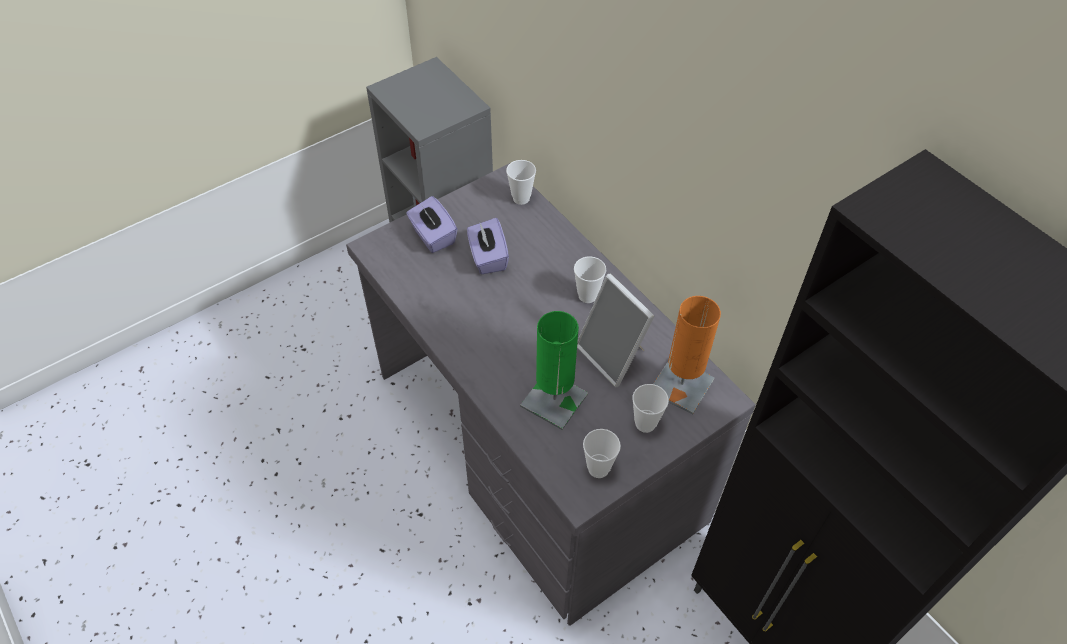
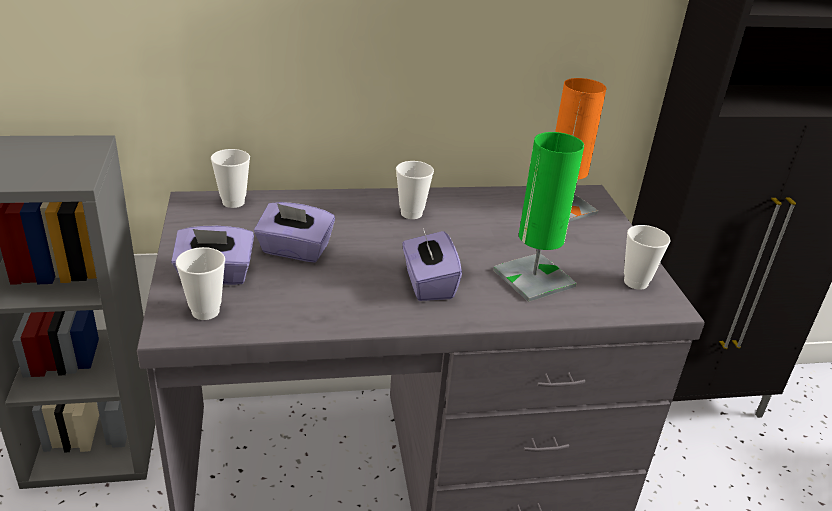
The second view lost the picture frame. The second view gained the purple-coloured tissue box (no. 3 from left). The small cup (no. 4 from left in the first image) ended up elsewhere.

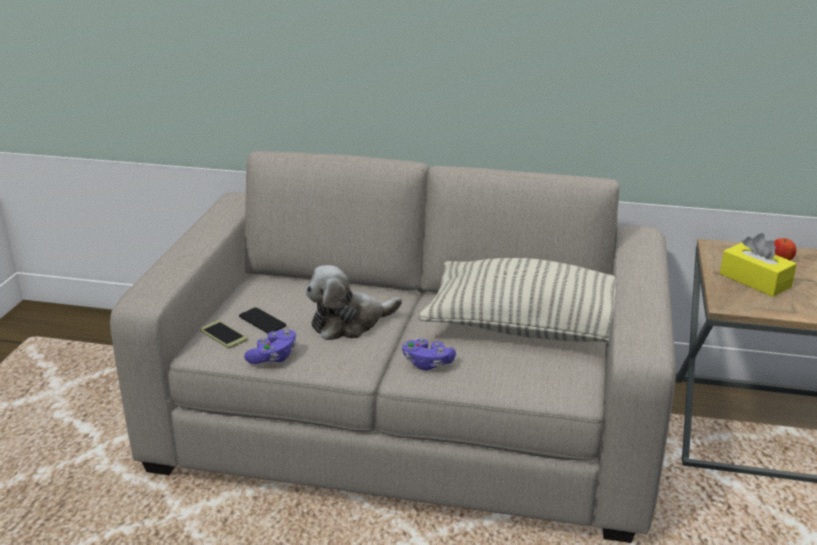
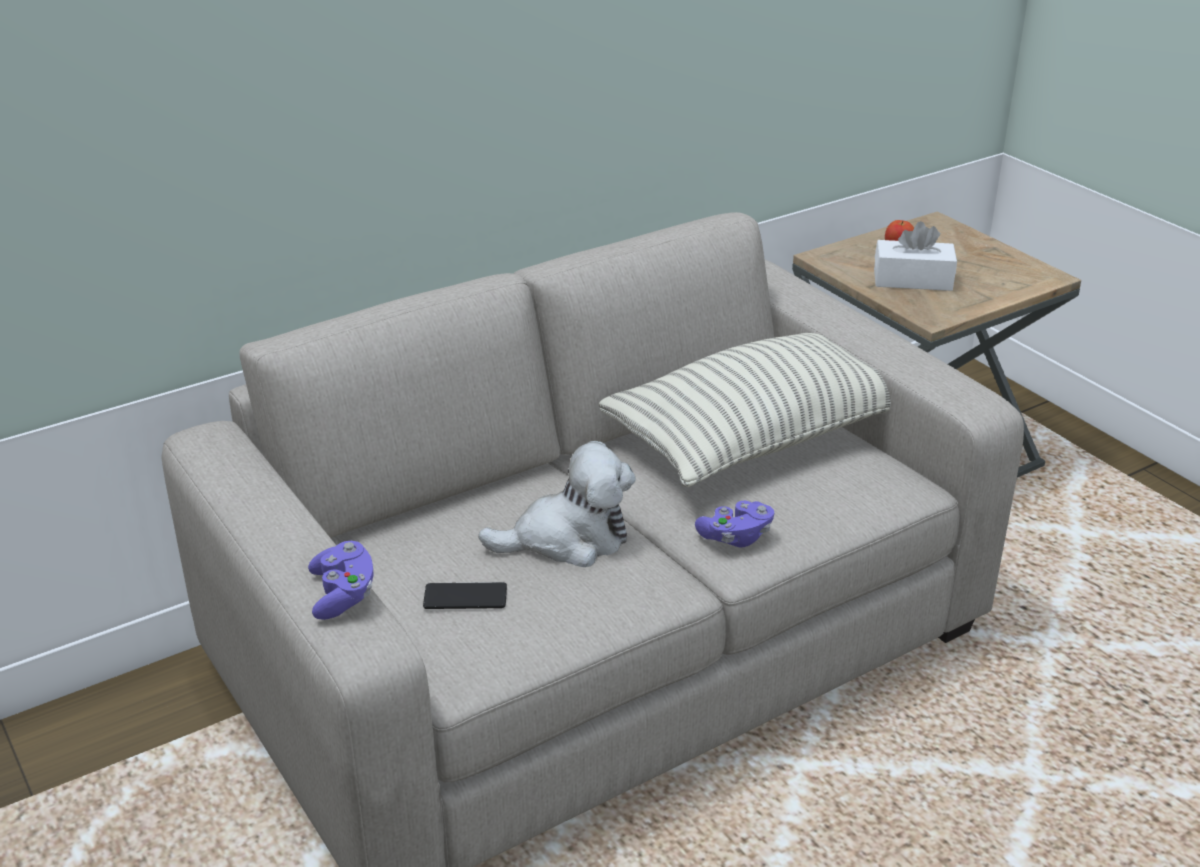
The second view lost the handset (no. 1 from left). The purple-coloured game controller (no. 1 from left) ended up elsewhere. What was the yellow tissue box turned into the whitish tissue box. The plush toy ended up facing another way, 120 degrees counterclockwise from before.

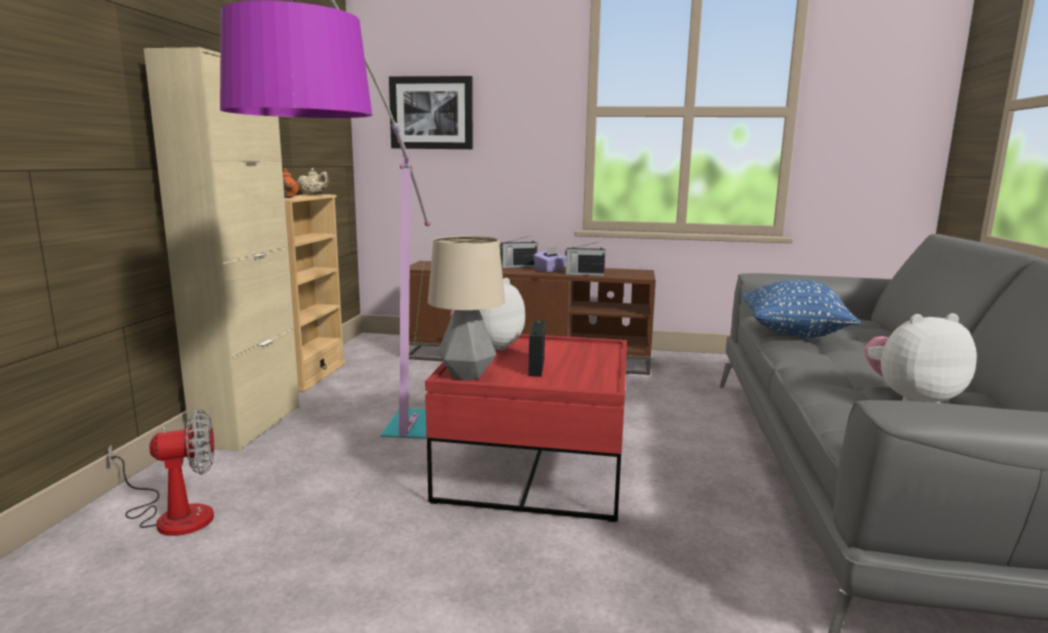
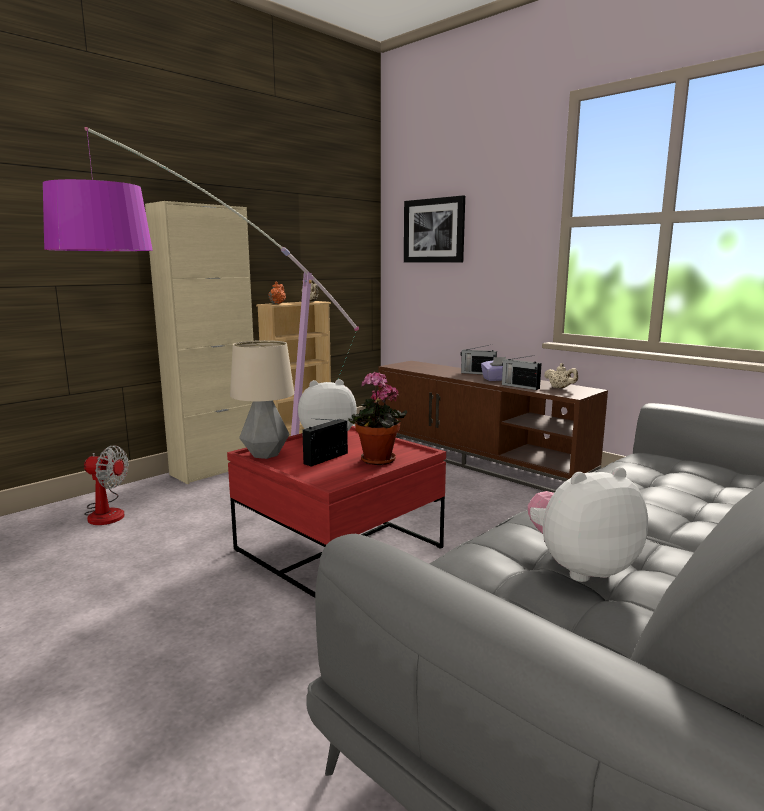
The second view lost the bluish throw pillow. The second view gained the potted plant. The second view gained the beige teapot (no. 2 from left). The plush toy (no. 2 from left) ended up facing another way, 45 degrees counterclockwise from before.

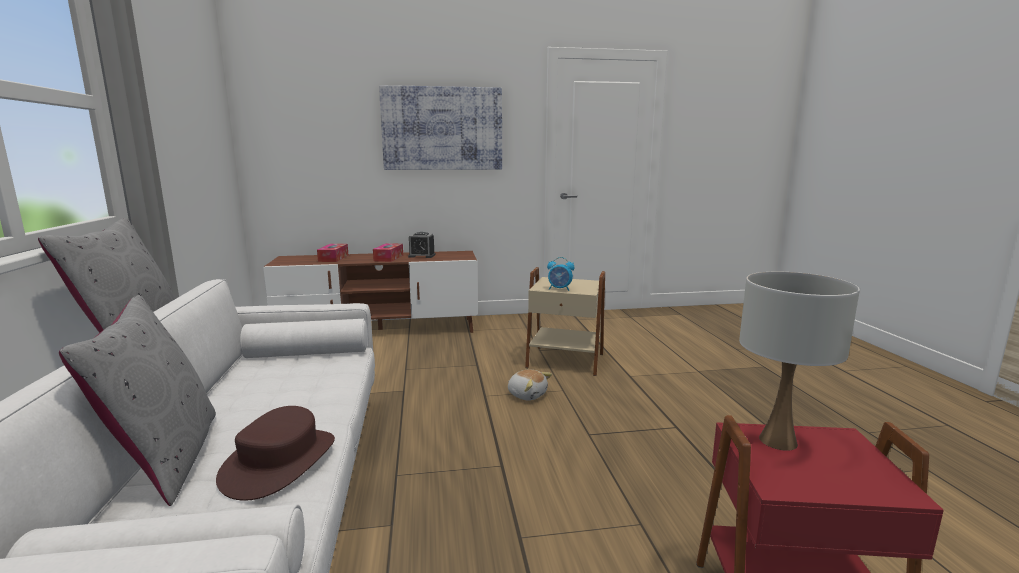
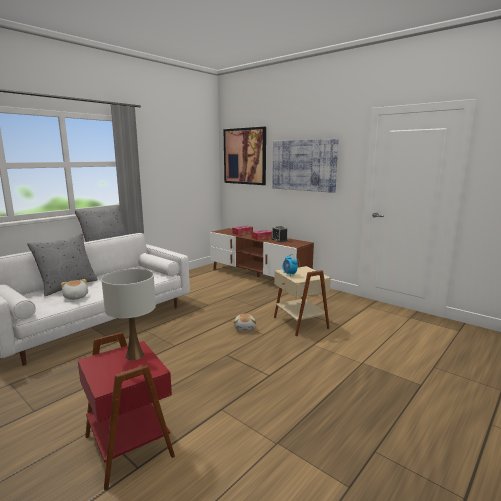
The second view gained the wall art (no. 1 from left). Where the brownish clothing hat stood, the plush toy (no. 1 from left) came to stand.

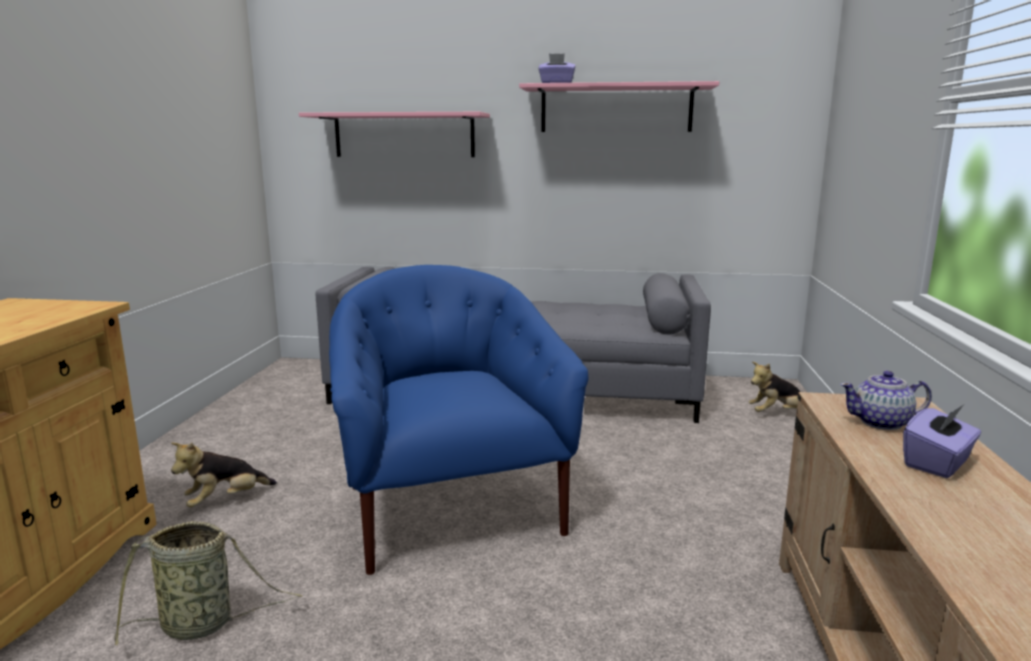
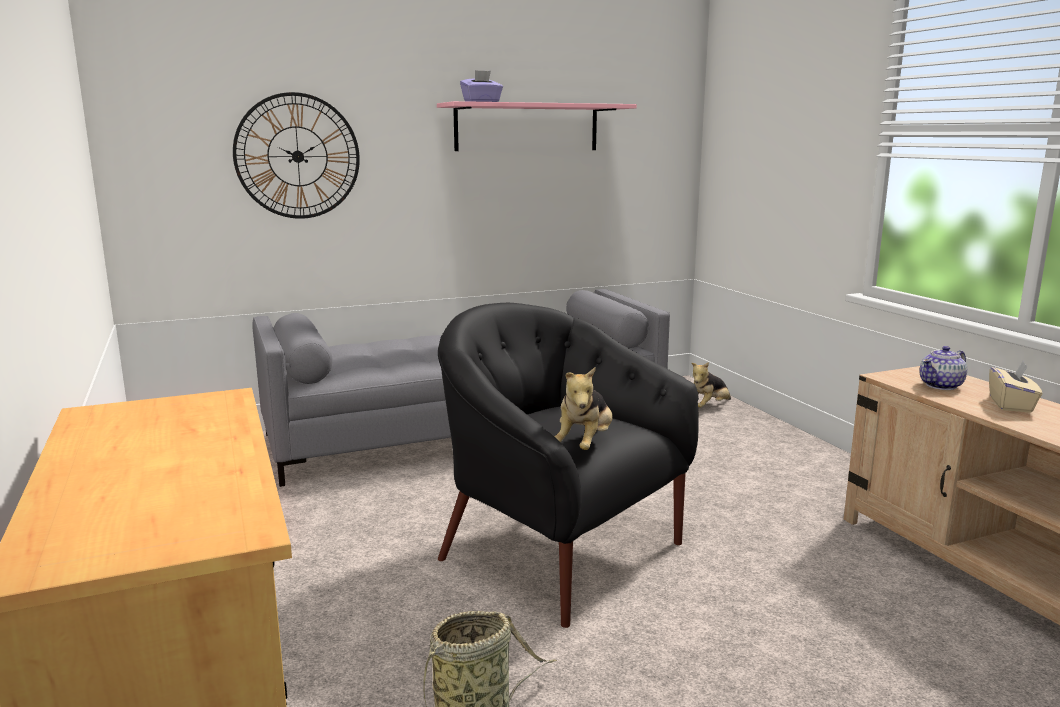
The plush toy (no. 1 from left) ended up elsewhere. Where the pinkish bracket shelf (no. 1 from left) hung, the clock on the wall came to hang. What was the bluish easy chair turned into the black-coloured easy chair. What was the purple-coloured tissue box (no. 2 from left) turned into the beige tissue box.

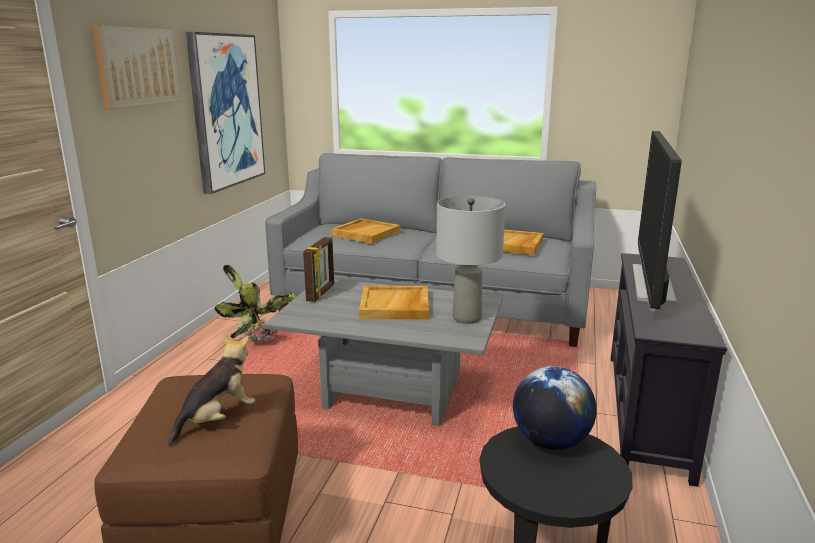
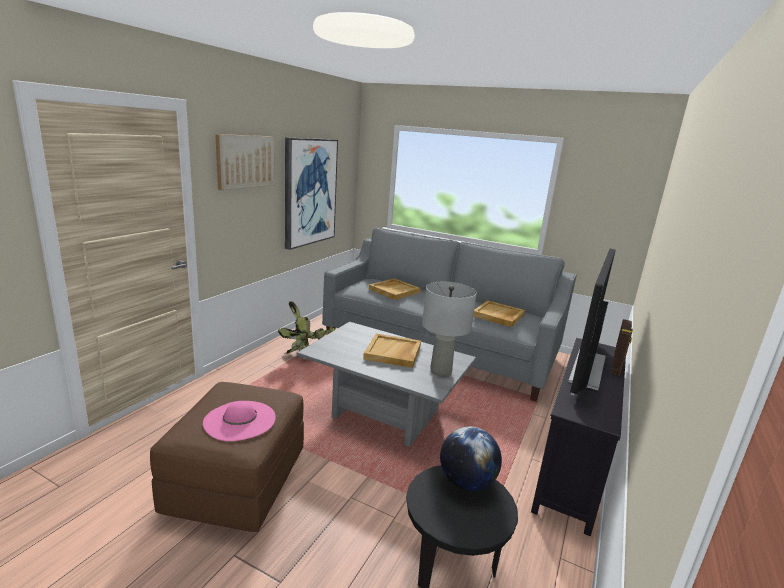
The picture frame ended up elsewhere. Where the plush toy stood, the pinkish clothing hat came to stand.

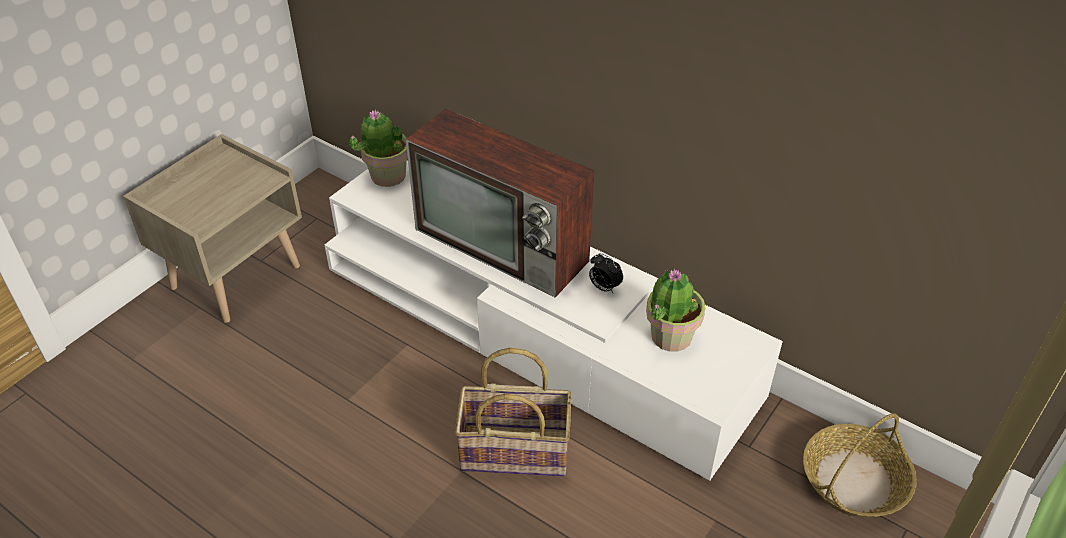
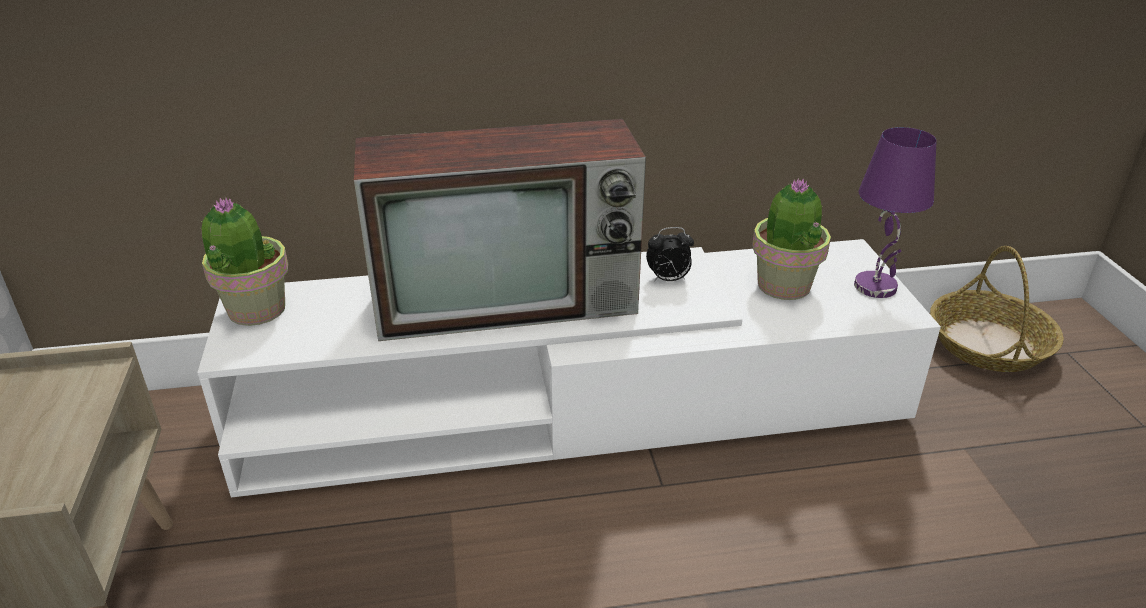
The second view lost the storage basket (no. 1 from left). The second view gained the purple-coloured tabletop lamp.

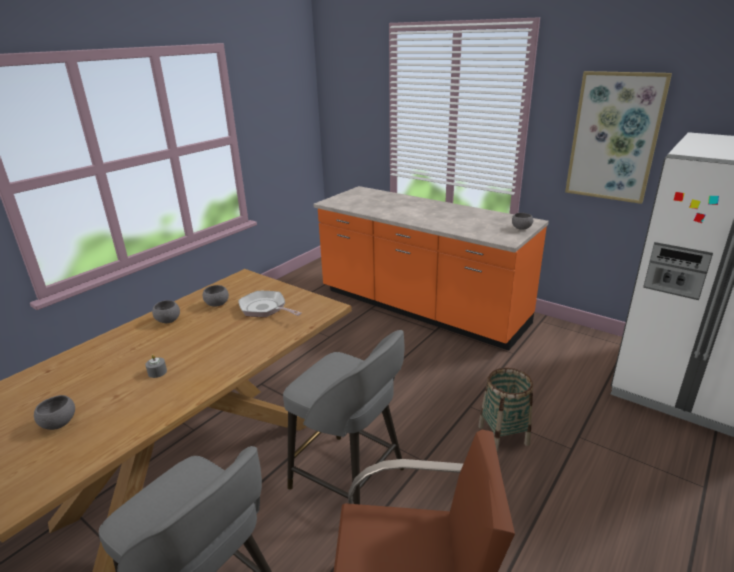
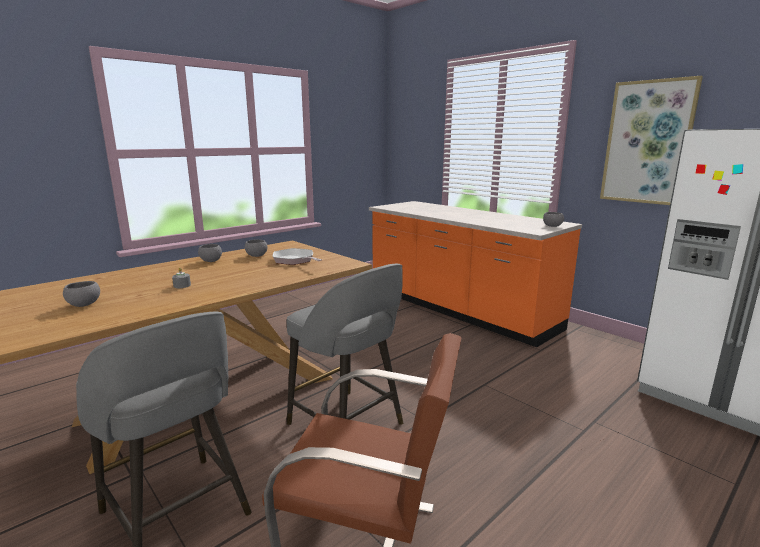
The second view lost the storage basket.

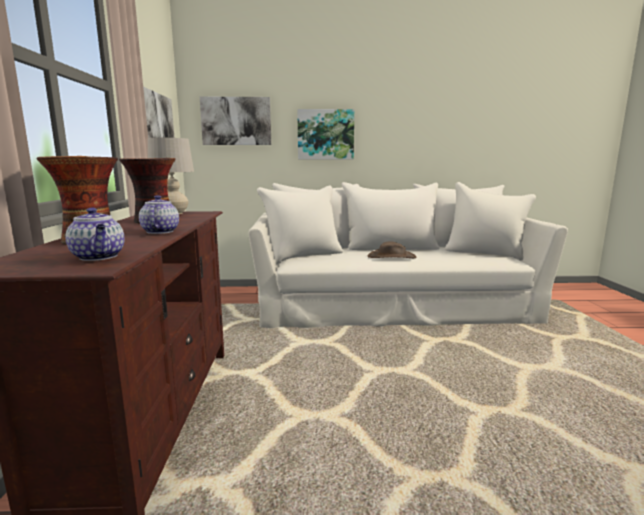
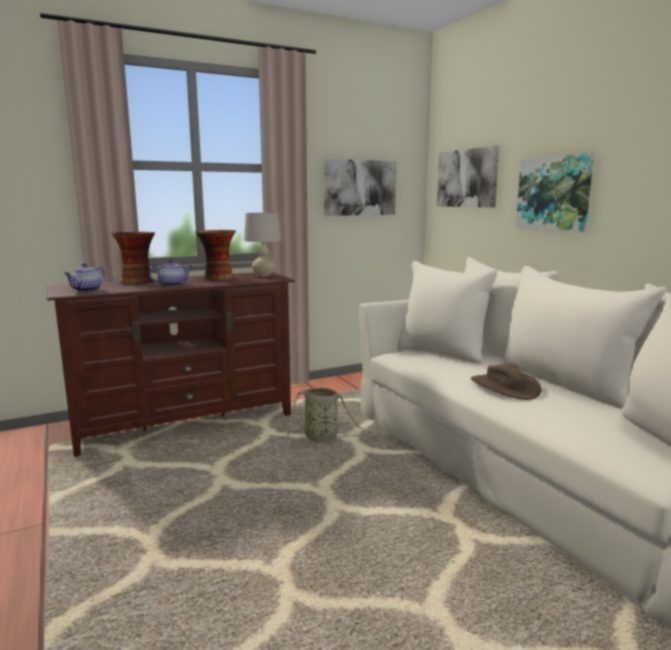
The second view gained the storage basket.

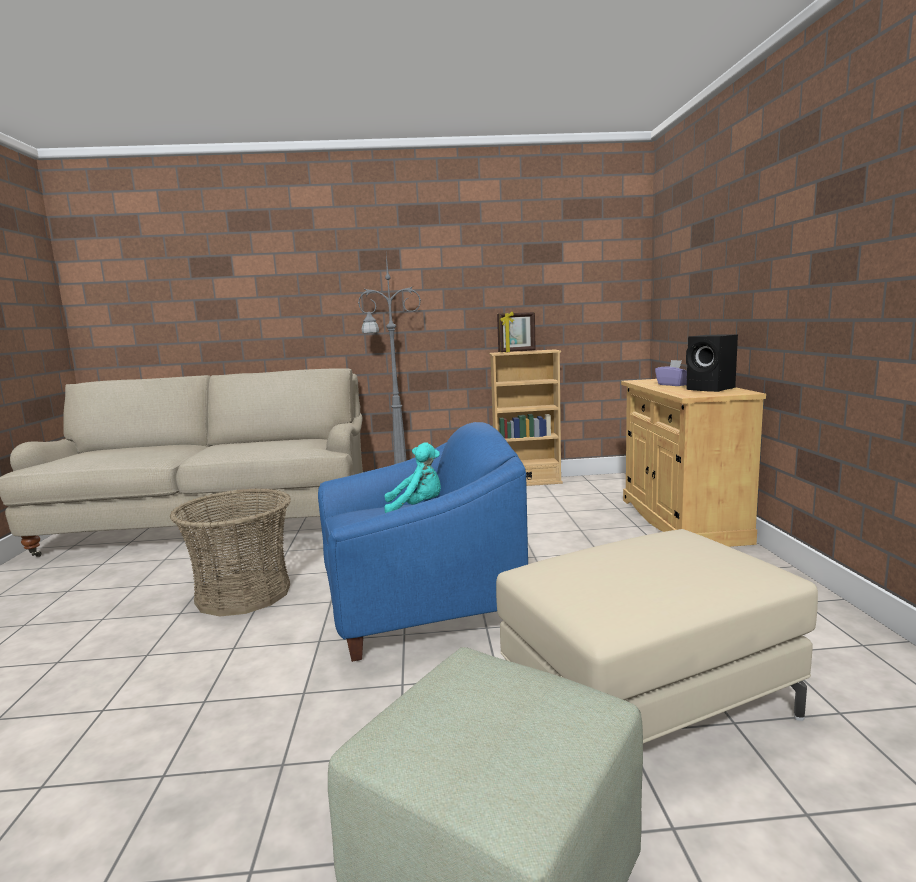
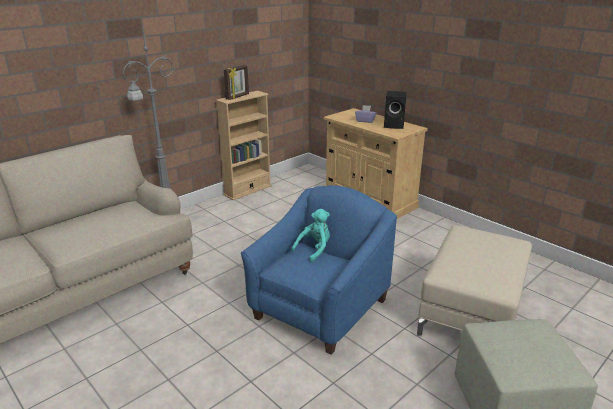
The second view lost the storage basket.

